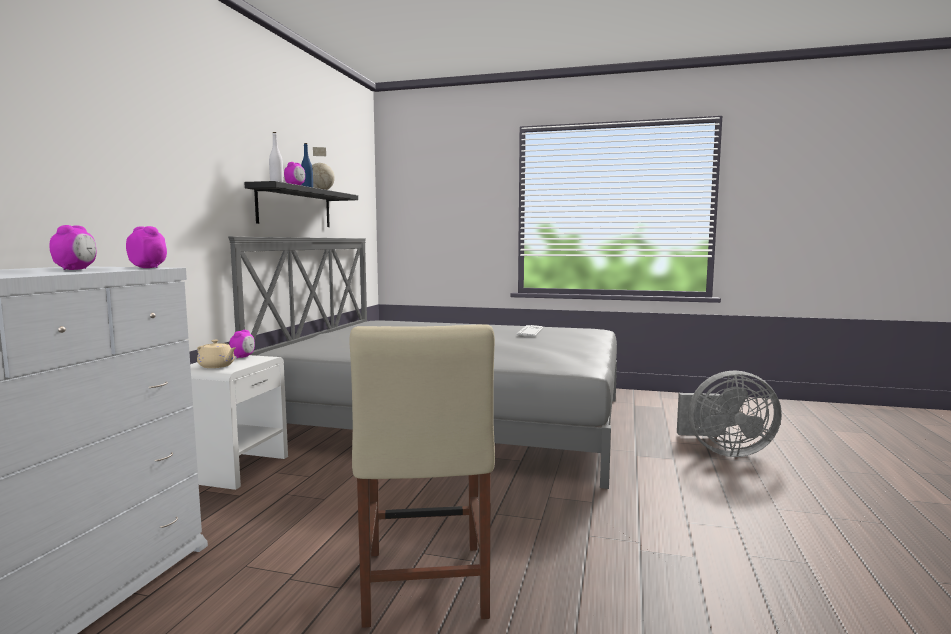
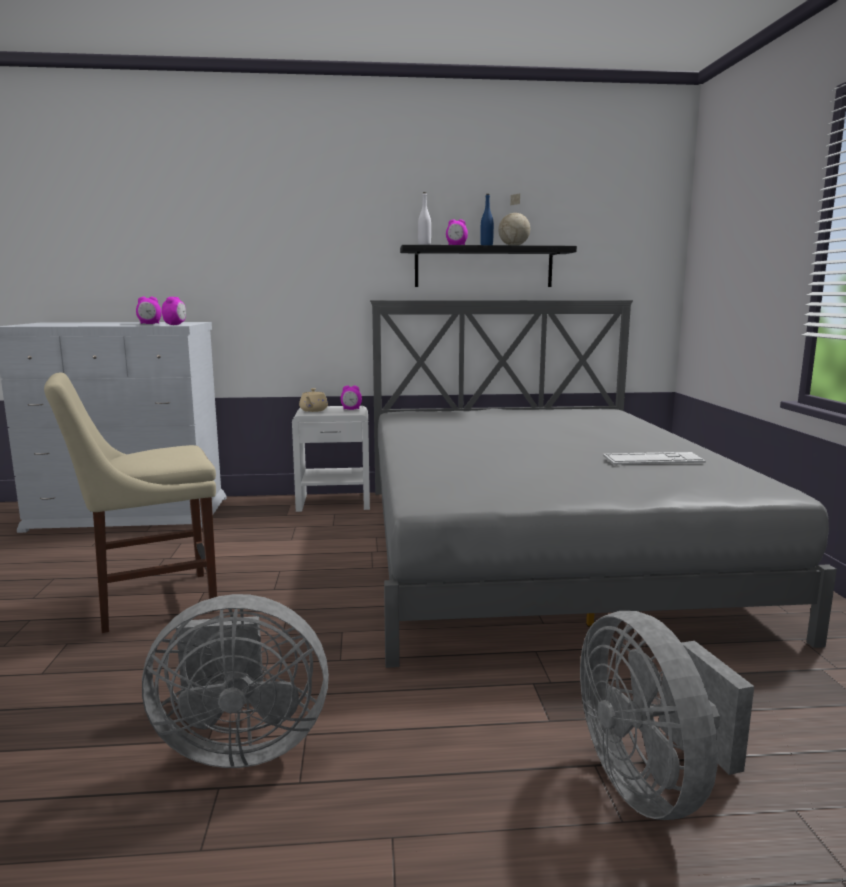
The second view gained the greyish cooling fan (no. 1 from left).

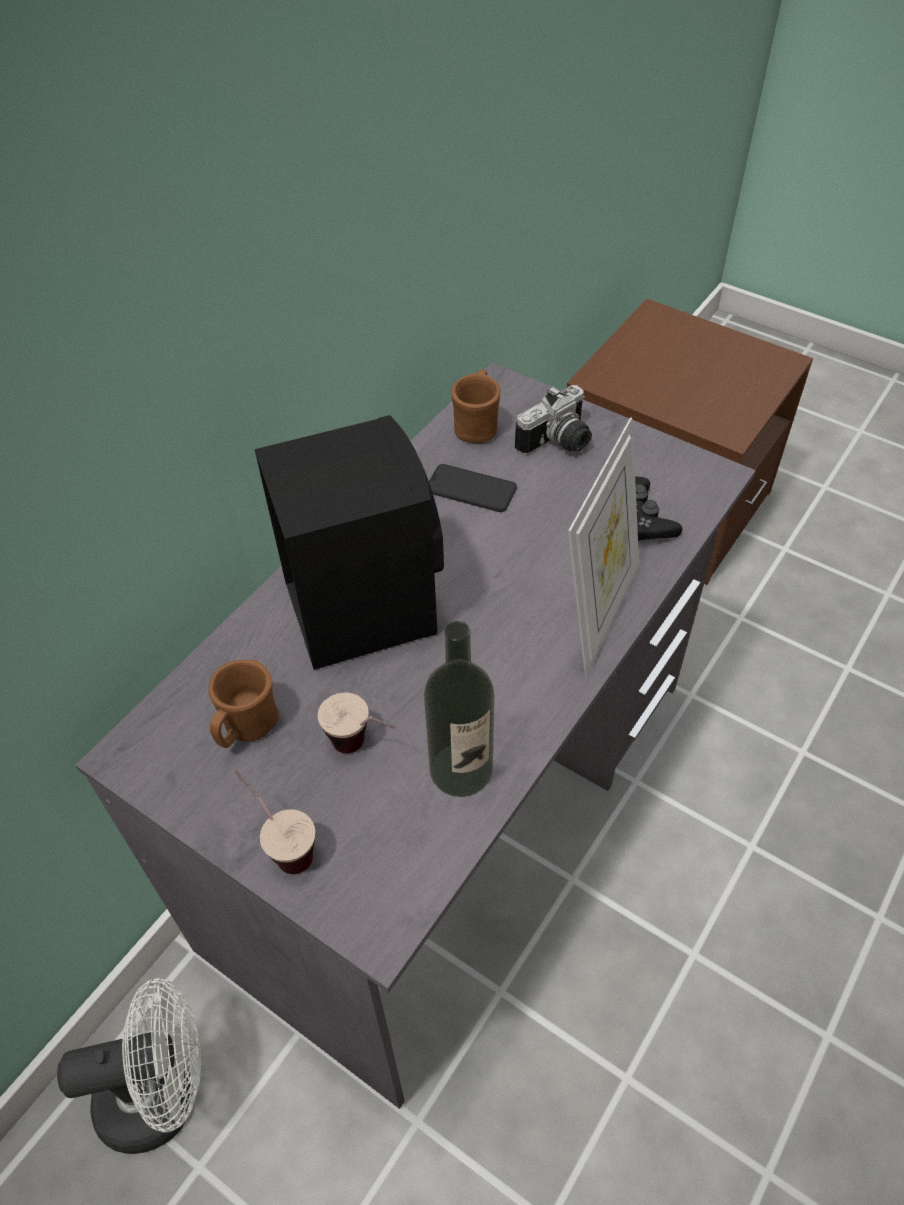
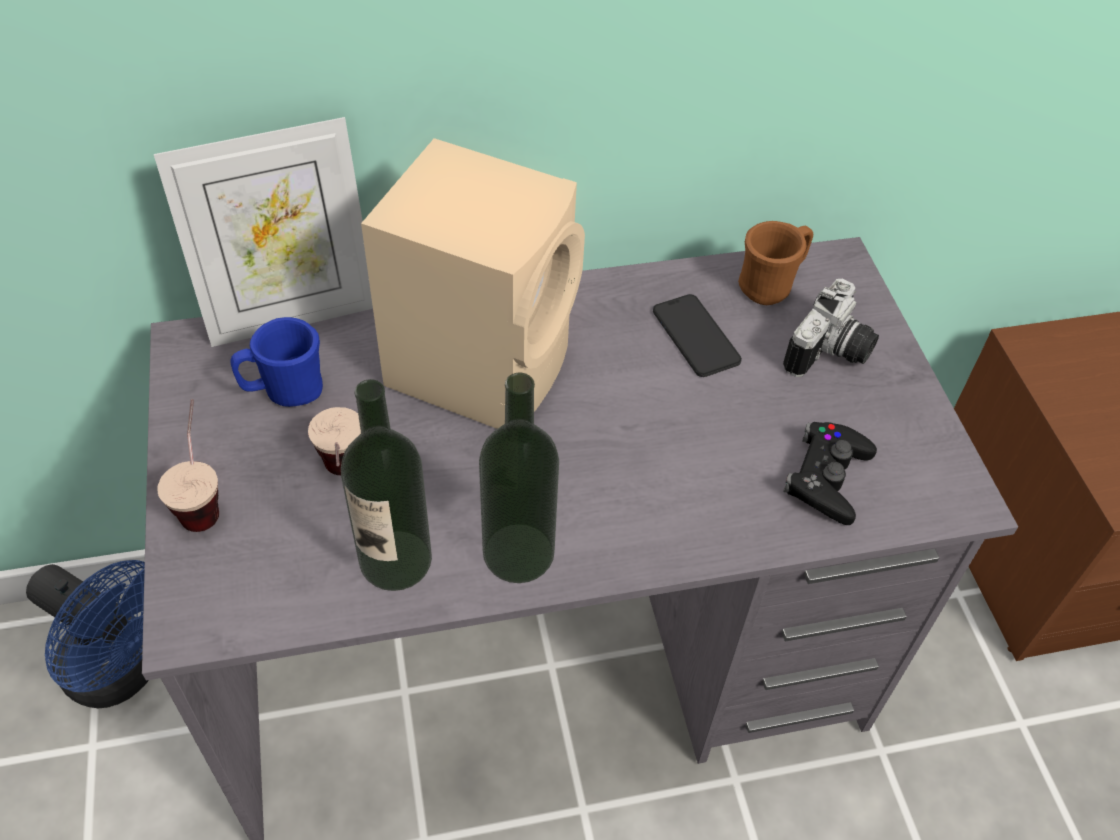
The second view gained the drink bottle (no. 2 from left). The picture frame ended up elsewhere. What was the whitish cooling fan turned into the bluish cooling fan. What was the brownish mug (no. 1 from left) turned into the bluish mug. What was the black-coloured audio speaker turned into the beige audio speaker. The still camera ended up facing another way, 60 degrees counterclockwise from before.

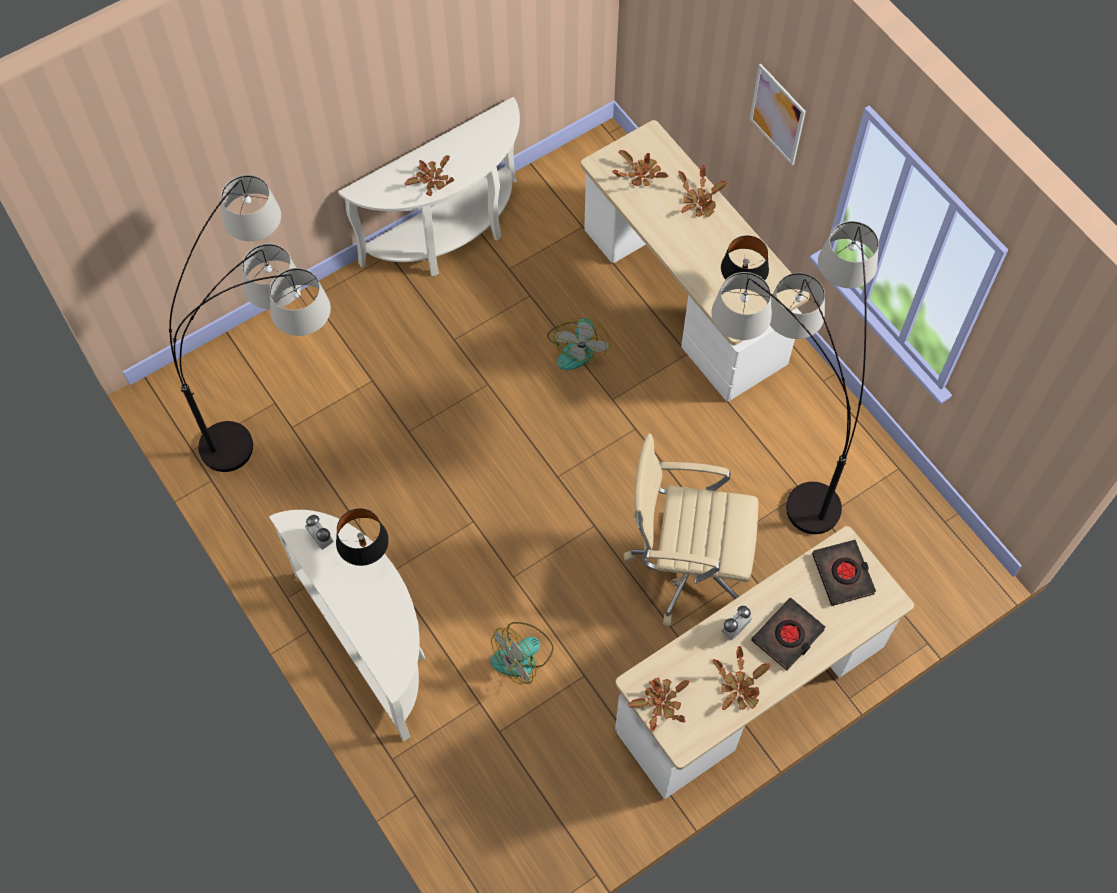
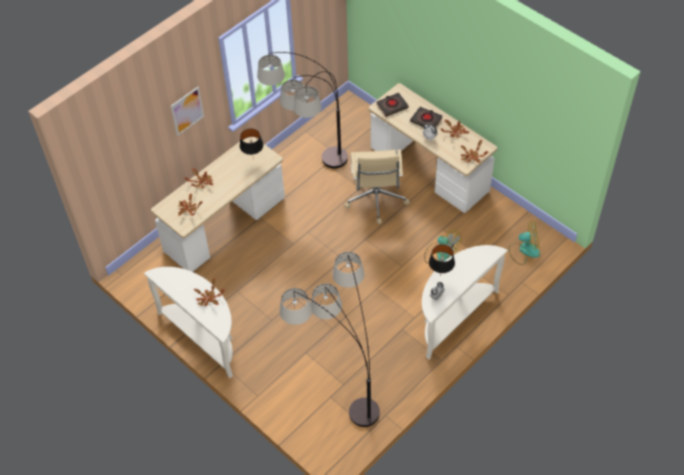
The cooling fan (no. 2 from left) ended up elsewhere.

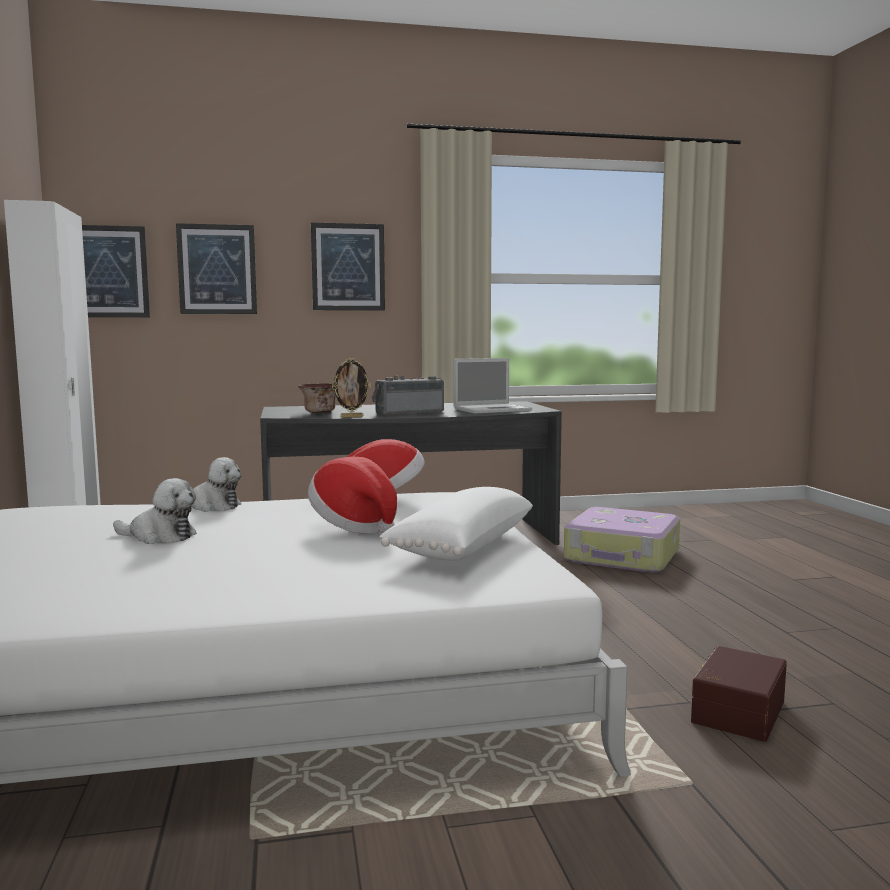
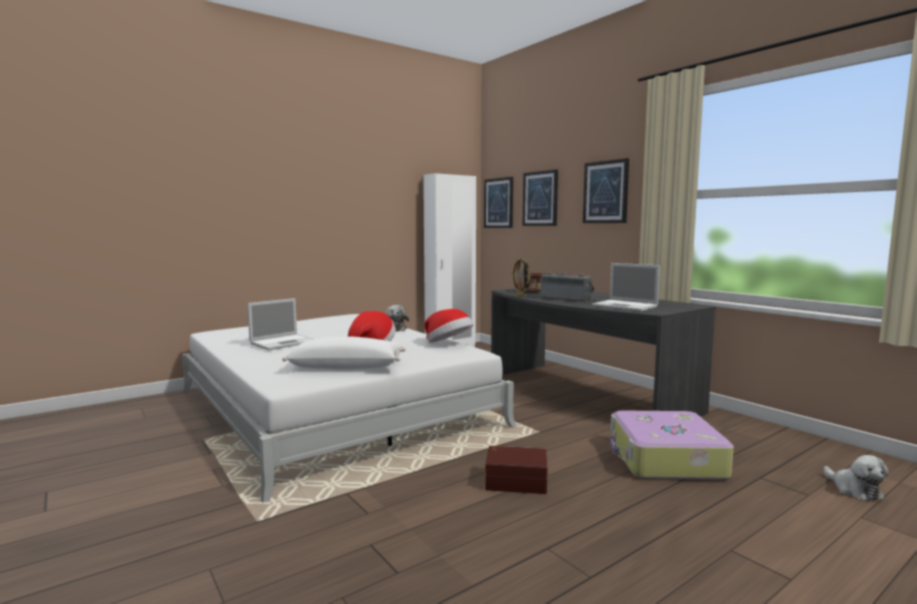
The second view gained the notebook computer (no. 1 from left). The plush toy (no. 1 from left in the first image) ended up elsewhere. The brownish storage bin ended up elsewhere.

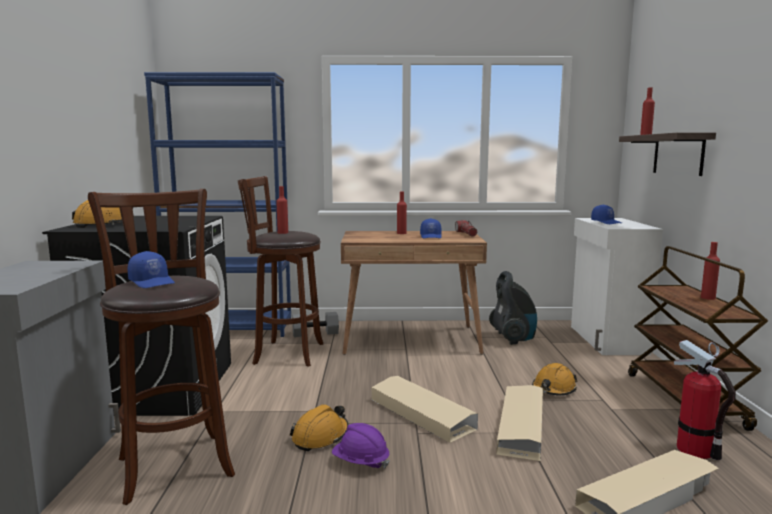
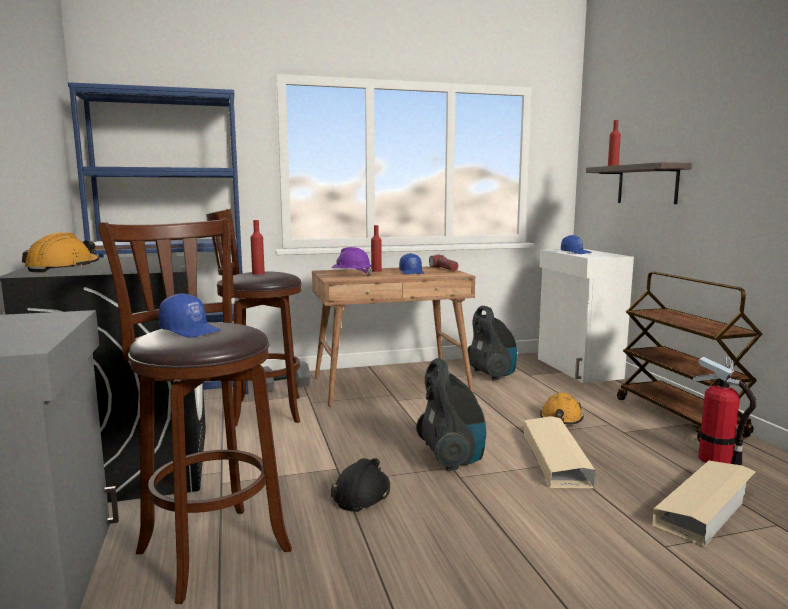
The second view lost the red-coloured drink bottle (no. 4 from left). The purple-coloured work helmet ended up elsewhere. Where the beige storage bin (no. 1 from left) stood, the vacuum (no. 1 from left) came to stand. What was the orange-coloured work helmet (no. 2 from left) turned into the black-coloured work helmet.

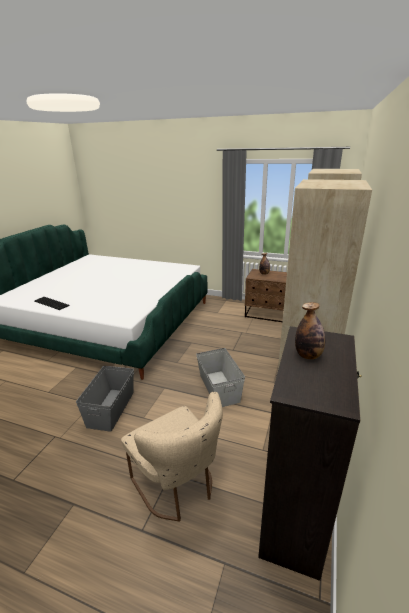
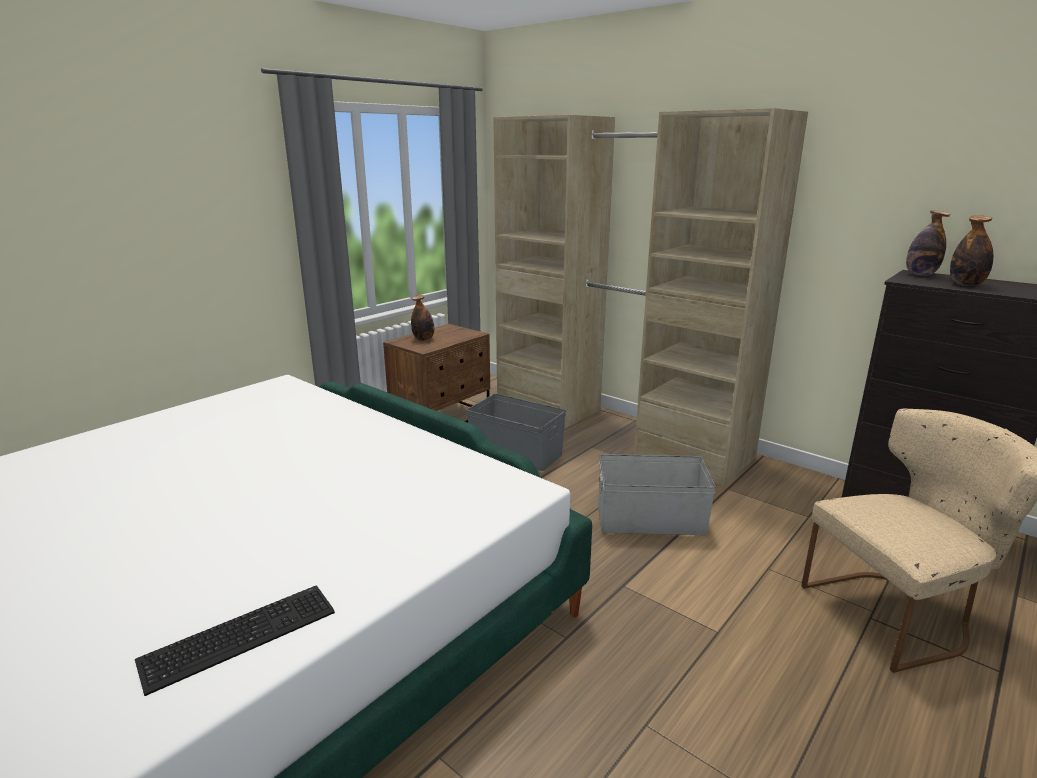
The second view gained the drink bottle (no. 2 from left). The greyish storage bin (no. 1 from left) ended up elsewhere.

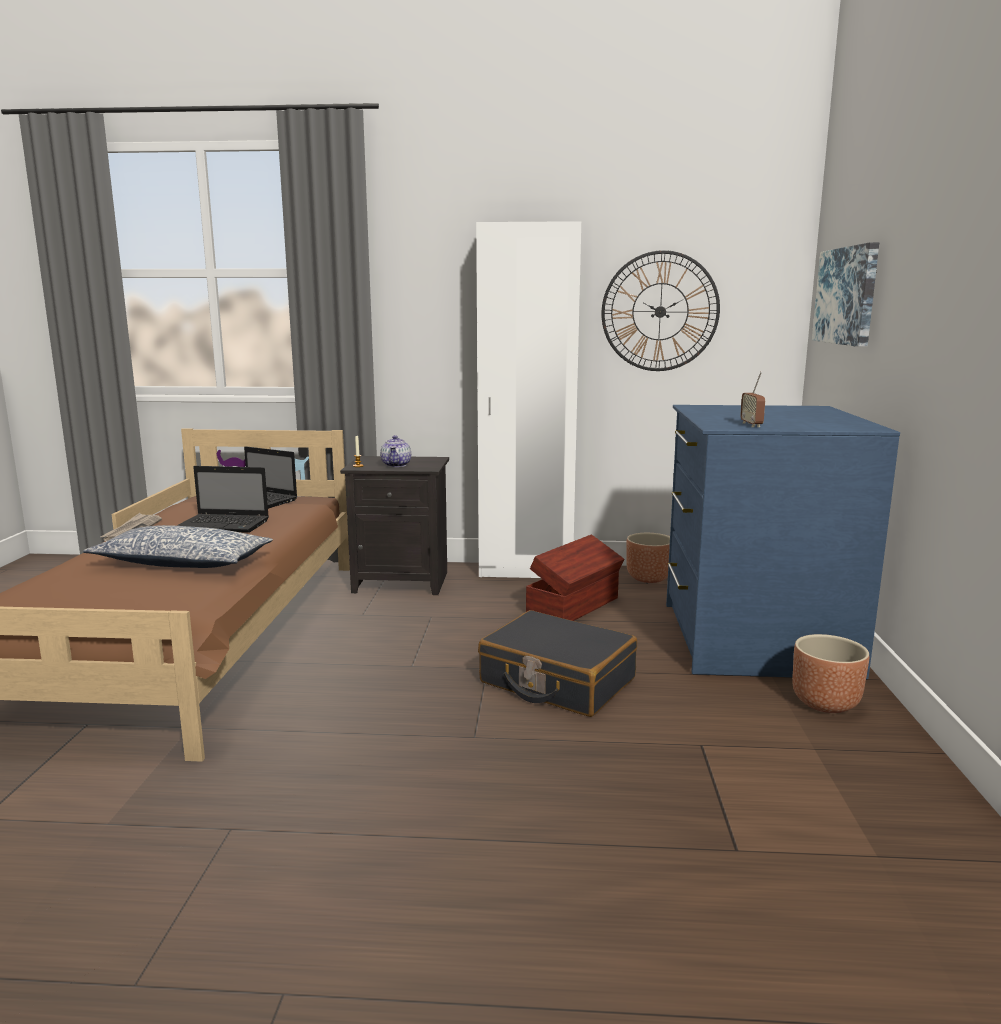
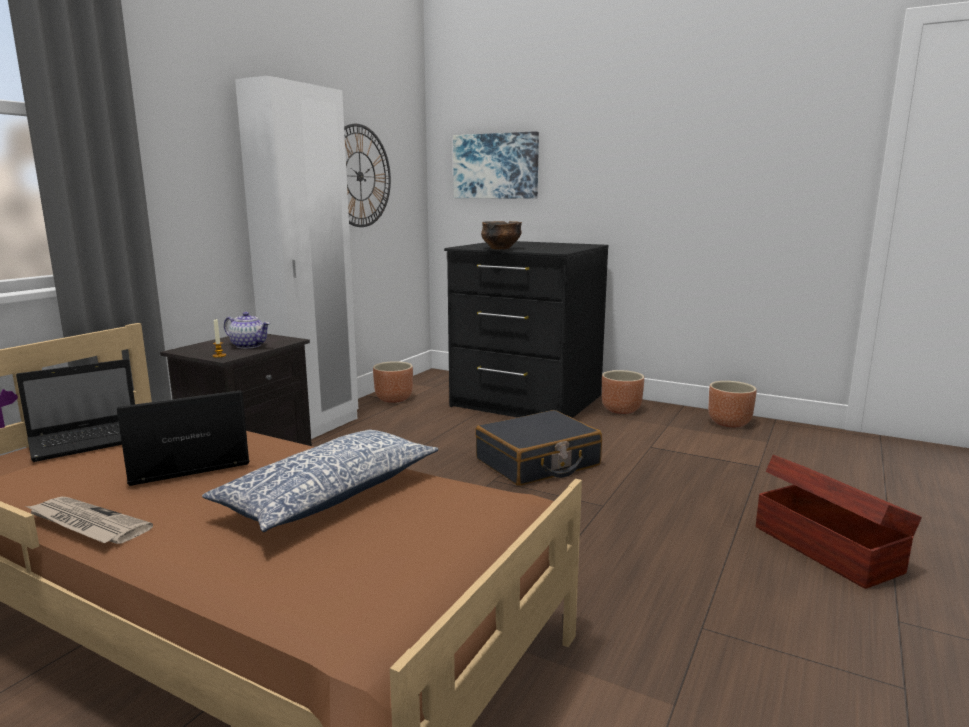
The second view lost the radio. The second view gained the bowl. The second view gained the brownish planter (no. 3 from left). The brownish storage bin ended up elsewhere. What was the bluish chest of drawers turned into the black-coloured chest of drawers. The notebook computer (no. 1 from left in the first image) ended up facing another way, 150 degrees counterclockwise from before.

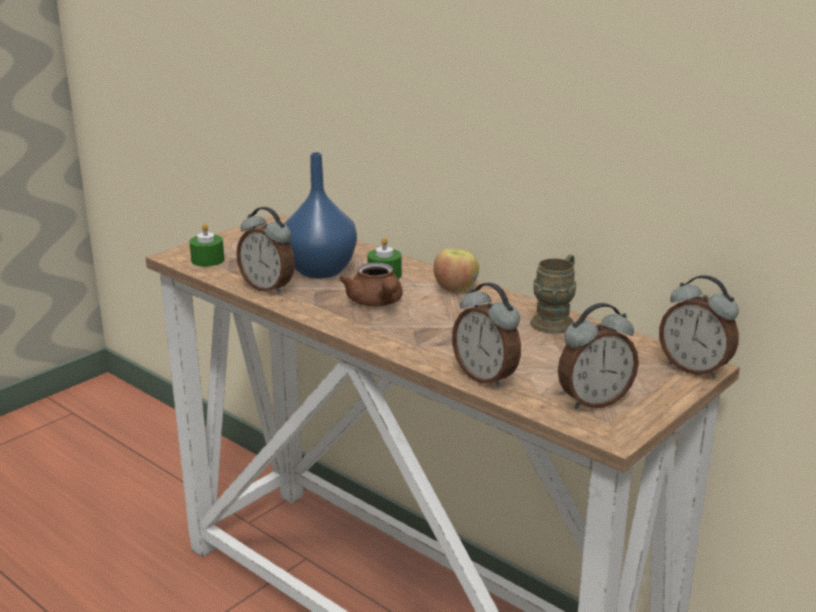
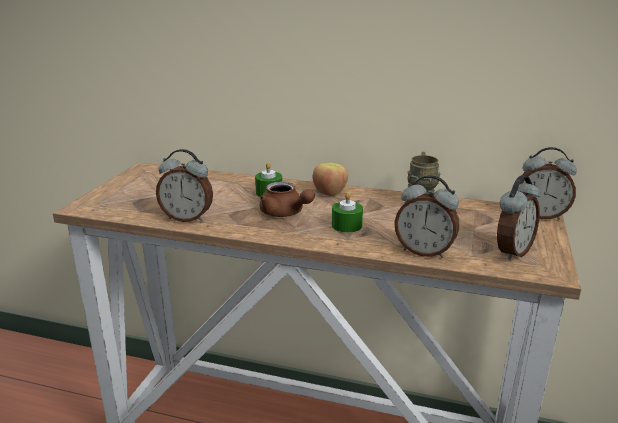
The second view lost the bluish flower vase. The green candle (no. 1 from left in the first image) ended up elsewhere.

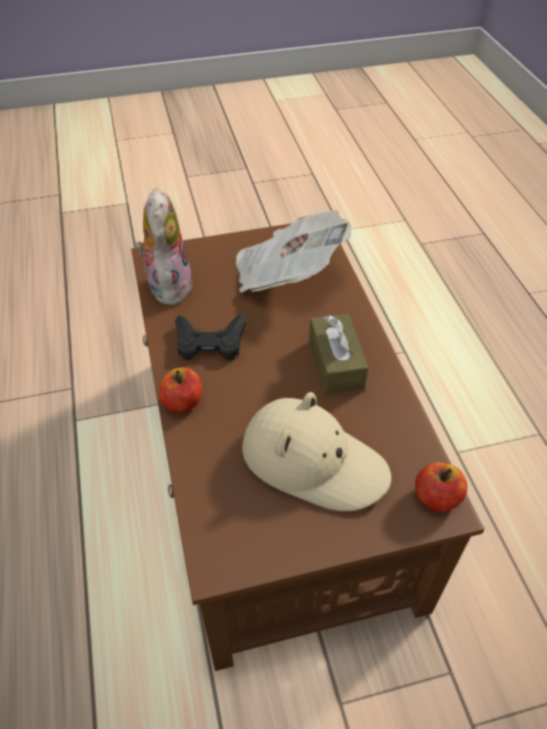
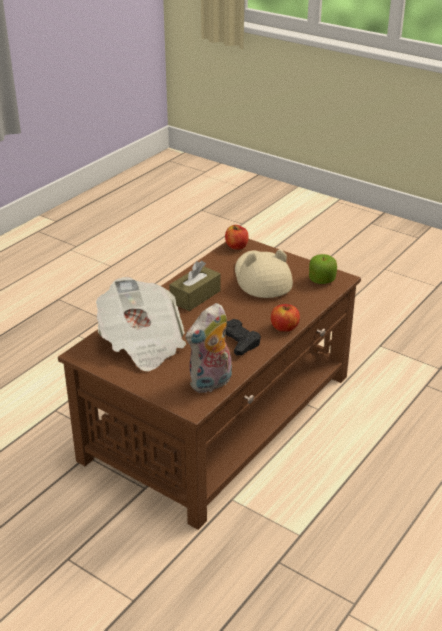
The second view gained the whole apple (no. 3 from left).

